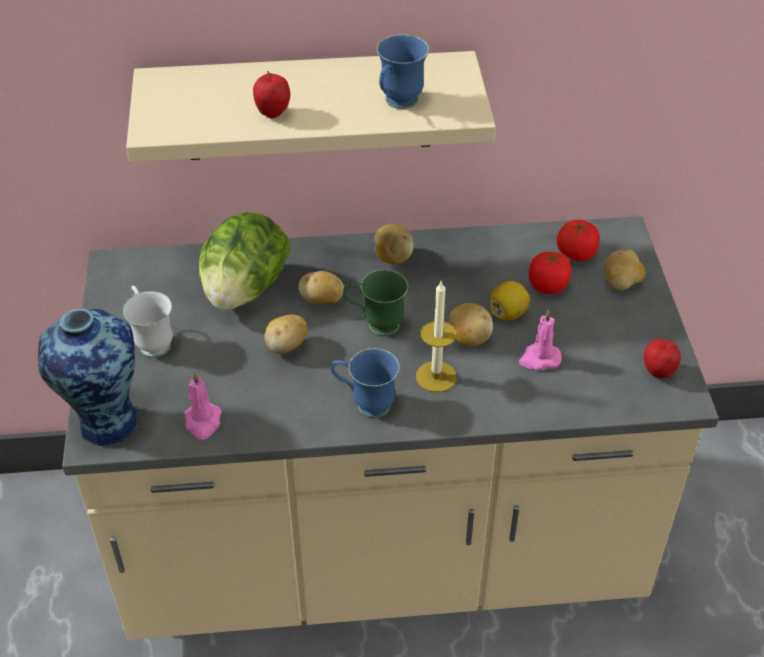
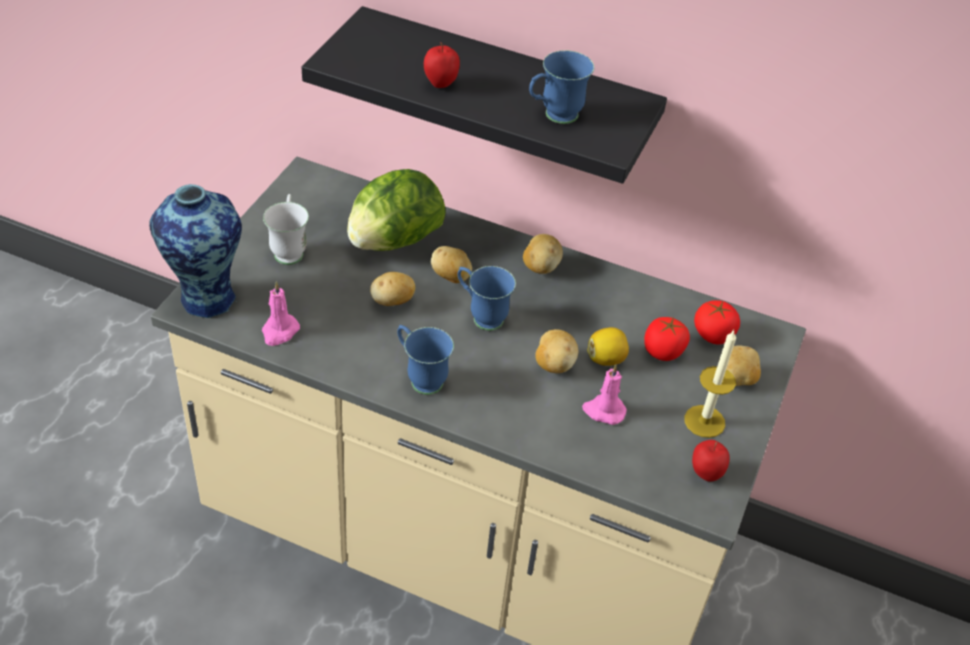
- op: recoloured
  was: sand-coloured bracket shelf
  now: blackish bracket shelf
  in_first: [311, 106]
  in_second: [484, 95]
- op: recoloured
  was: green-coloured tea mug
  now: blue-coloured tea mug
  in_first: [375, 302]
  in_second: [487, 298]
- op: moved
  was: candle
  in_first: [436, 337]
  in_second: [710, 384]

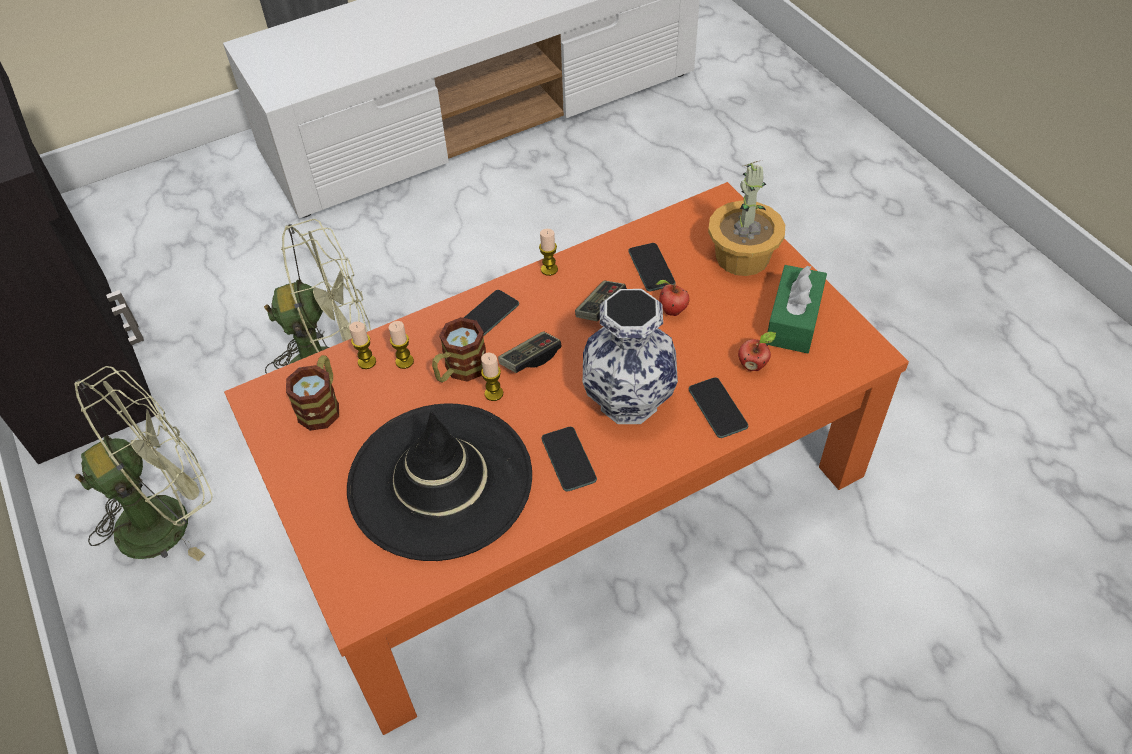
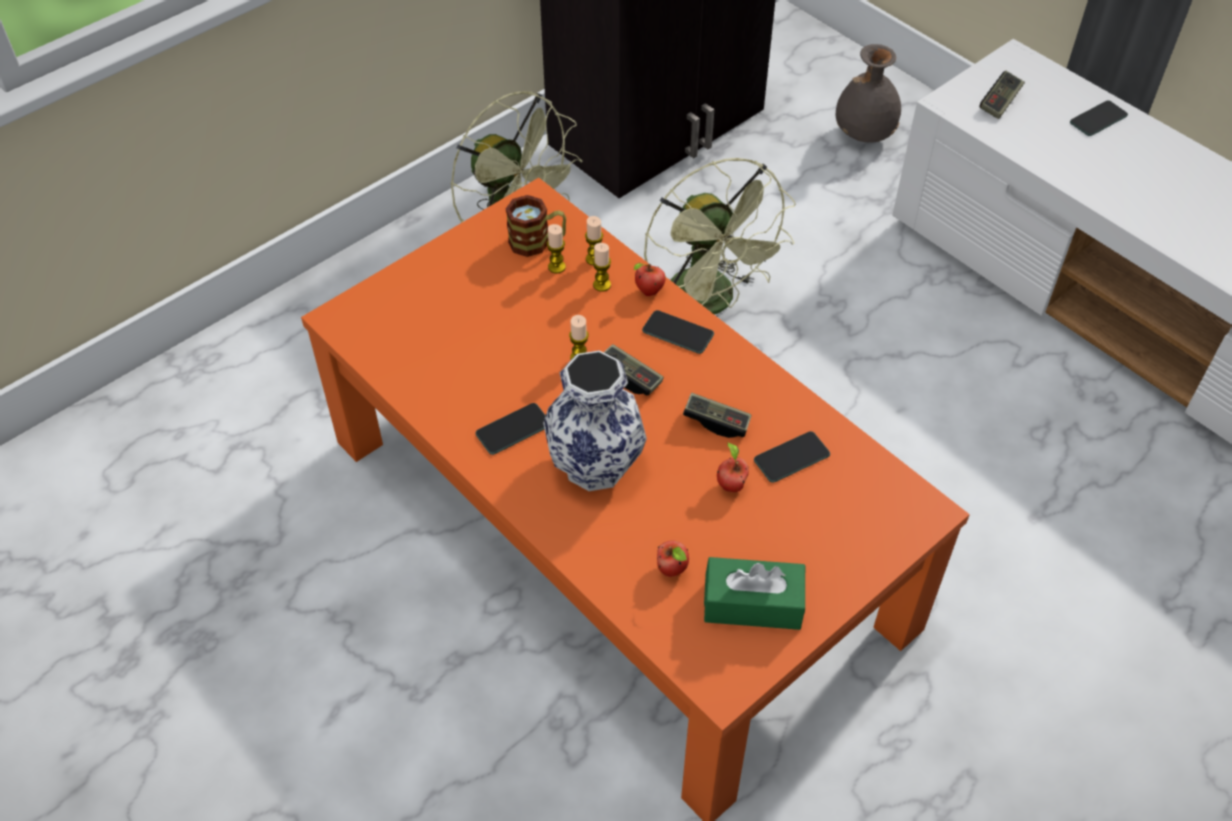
- op: removed
  was: plant in a pot
  in_first: [746, 218]
- op: moved
  was: candle
  in_first: [548, 252]
  in_second: [556, 248]
- op: removed
  was: tea mug
  in_first: [459, 350]
- op: moved
  was: telephone
  in_first: [718, 407]
  in_second: [1099, 118]
- op: removed
  was: blackish hat
  in_first: [439, 482]
- op: added
  now: gray decorative vase
  in_second: [868, 93]
- op: added
  now: game controller
  in_second: [1002, 95]
- op: added
  now: whole apple
  in_second: [650, 279]

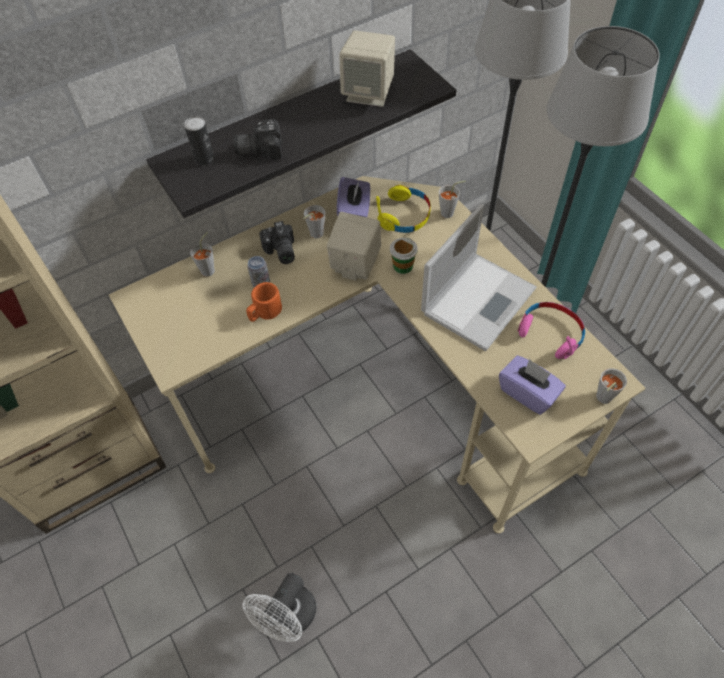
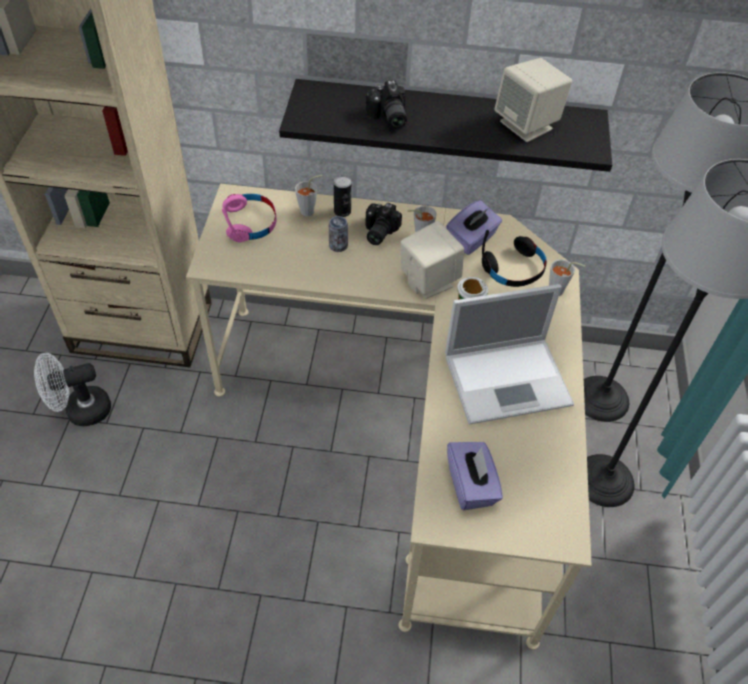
- op: moved
  was: sealed can
  in_first: [199, 141]
  in_second: [342, 196]
- op: turned
  was: photo camera
  in_first: [258, 139]
  in_second: [386, 104]
  clockwise: -135
- op: recoloured
  was: yellow pair of headphones
  now: blackish pair of headphones
  in_first: [403, 209]
  in_second: [514, 258]
- op: removed
  was: orangey tea mug
  in_first: [264, 302]
- op: moved
  was: pink-coloured pair of headphones
  in_first: [551, 330]
  in_second: [249, 218]
- op: removed
  was: gray small cup
  in_first: [611, 386]
- op: moved
  was: white-coloured fan
  in_first: [279, 607]
  in_second: [72, 389]

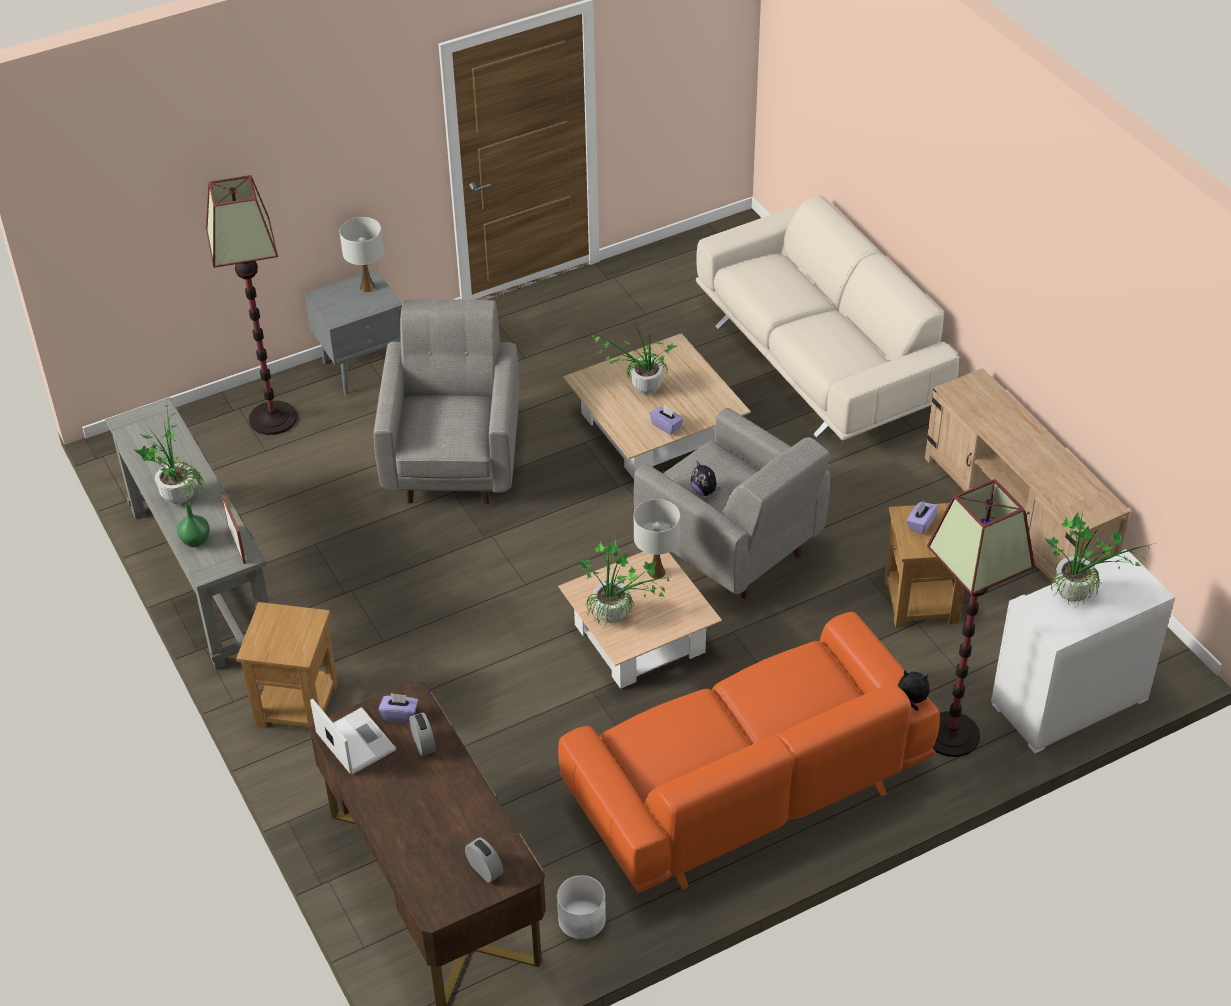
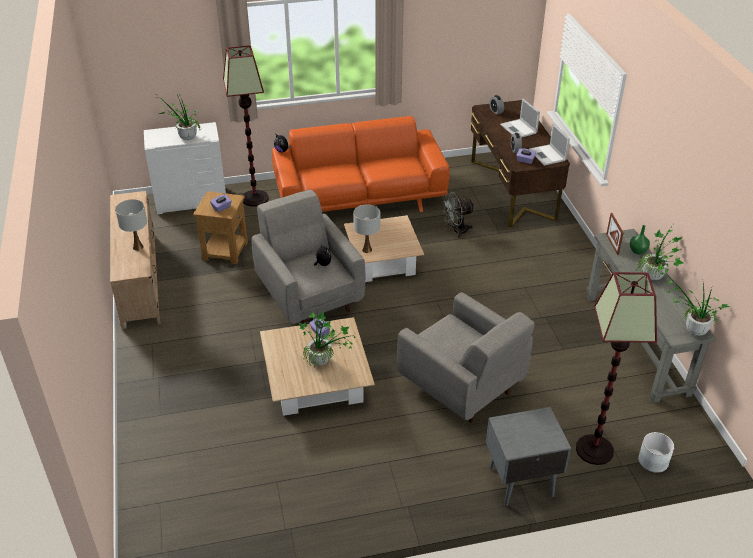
- op: removed
  was: sand-coloured settee
  in_first: [827, 318]
- op: moved
  was: white-coloured table lamp
  in_first: [361, 254]
  in_second: [131, 225]
- op: turned
  was: gray armchair
  in_first: [446, 401]
  in_second: [466, 357]
  clockwise: -60
- op: moved
  was: plant in a pot
  in_first: [623, 584]
  in_second: [698, 307]
- op: removed
  was: brown side table
  in_first: [287, 665]
- op: moved
  was: white-coloured plant pot
  in_first: [581, 907]
  in_second: [656, 452]
- op: added
  now: notebook computer
  in_second: [520, 118]
- op: added
  now: gray fan
  in_second: [458, 215]

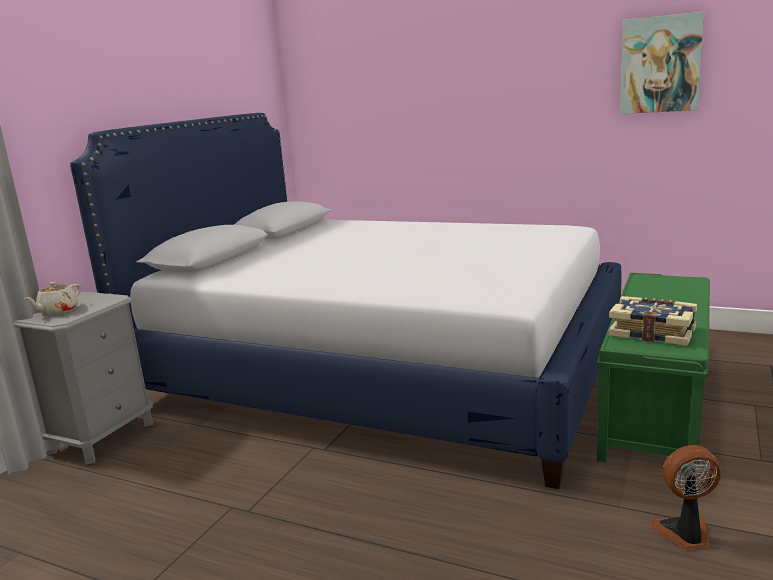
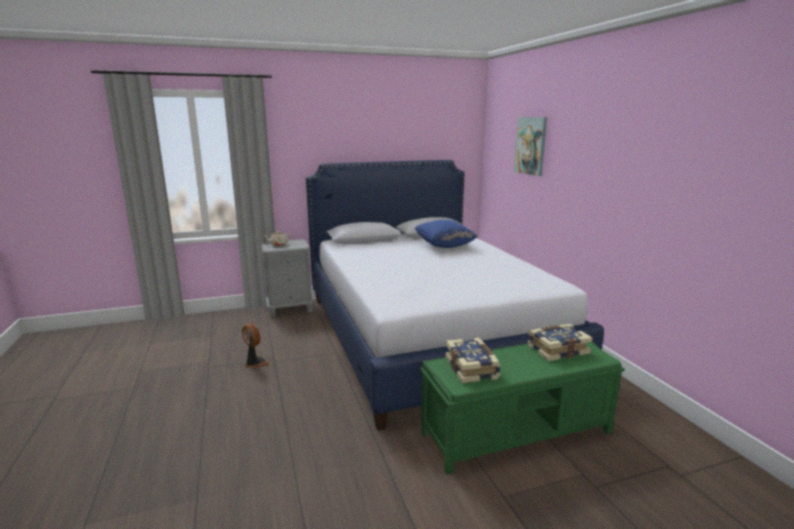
- op: moved
  was: wall art
  in_first: [662, 63]
  in_second: [530, 146]
- op: moved
  was: fan
  in_first: [685, 497]
  in_second: [256, 345]
- op: added
  now: blue-coloured cushion
  in_second: [446, 234]
- op: added
  now: volume
  in_second: [560, 342]

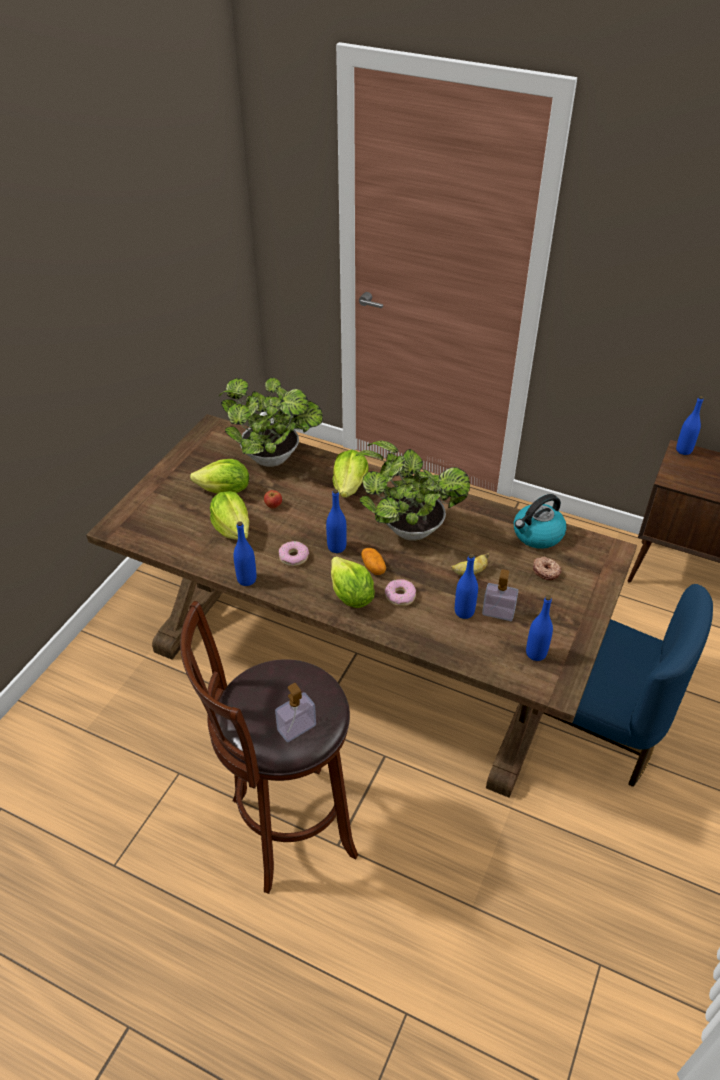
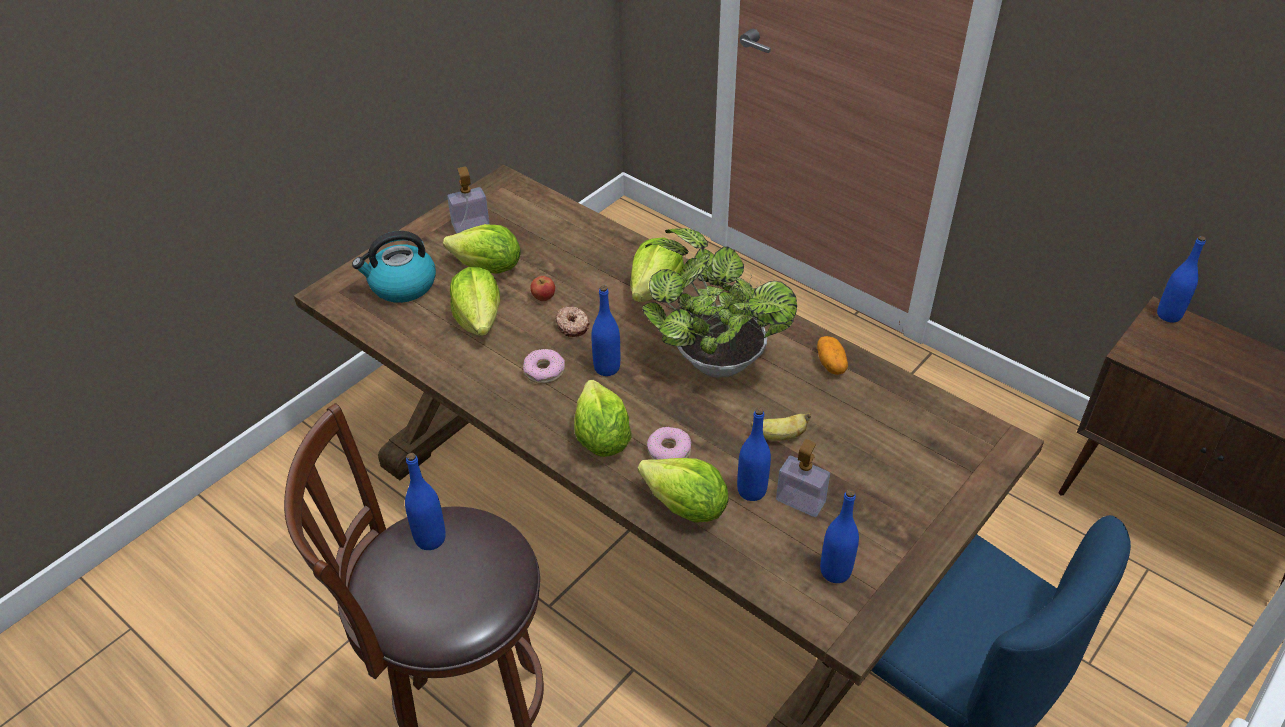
- op: removed
  was: plant in a pot
  in_first: [271, 422]
- op: moved
  was: water kettle
  in_first: [540, 521]
  in_second: [394, 267]
- op: moved
  was: blue-coloured drink bottle
  in_first: [244, 553]
  in_second: [425, 501]
- op: moved
  was: whole potato
  in_first: [373, 561]
  in_second: [832, 355]
- op: moved
  was: donut
  in_first: [547, 568]
  in_second: [573, 322]
- op: moved
  was: liquid soap bottle
  in_first: [295, 712]
  in_second: [468, 199]
- op: added
  now: lettuce
  in_second: [683, 490]

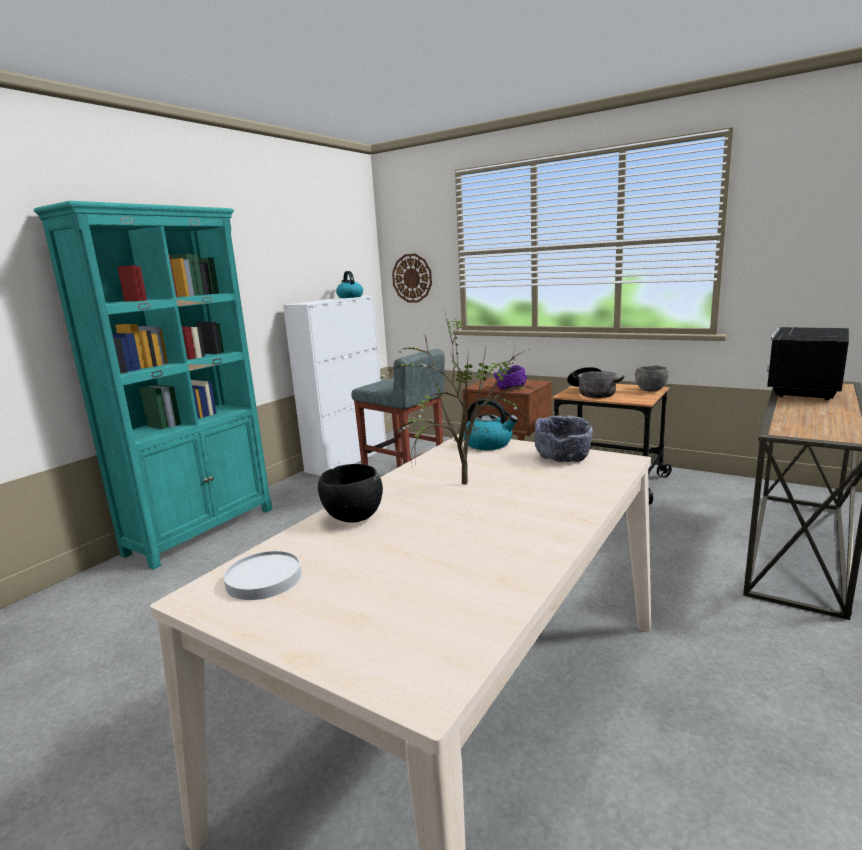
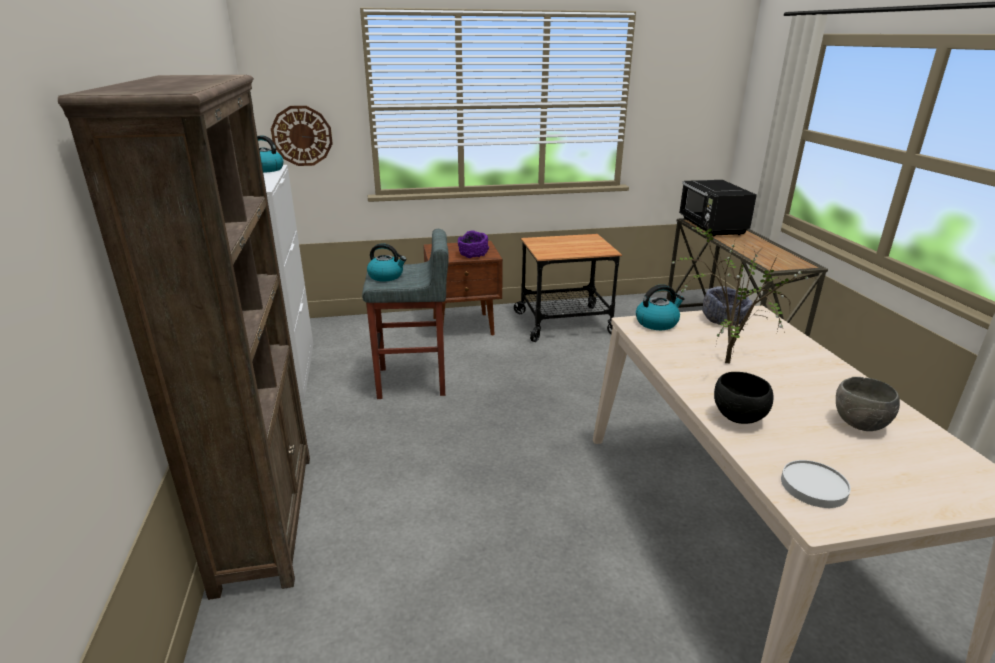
- op: recoloured
  was: blue-green shelving unit
  now: brown shelving unit
  in_first: [153, 385]
  in_second: [184, 337]
- op: moved
  was: gray deep dish
  in_first: [651, 378]
  in_second: [868, 404]
- op: removed
  was: stockpot
  in_first: [595, 382]
- op: added
  now: water kettle
  in_second: [387, 262]

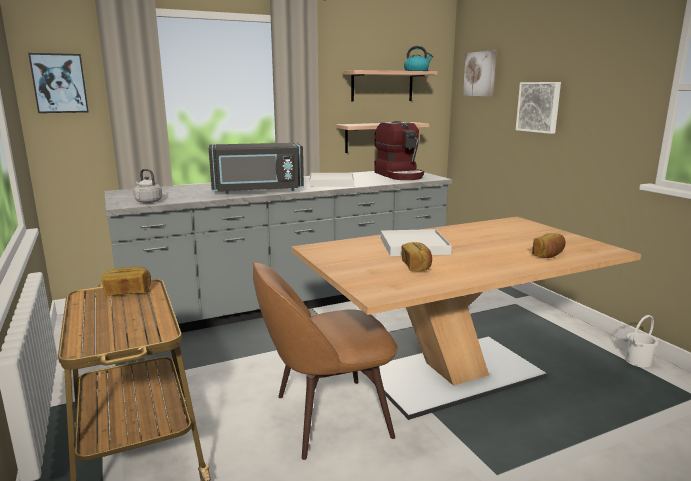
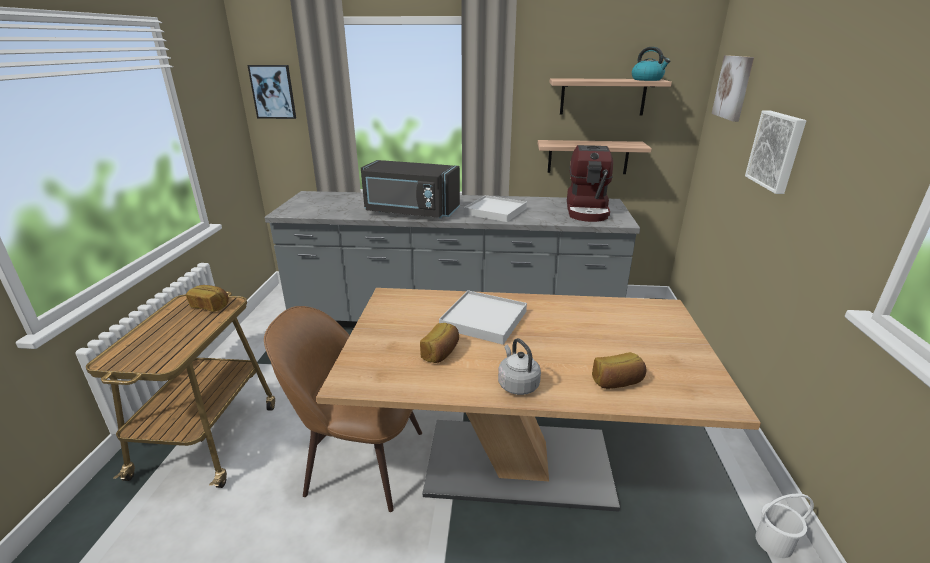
- op: moved
  was: gray water kettle
  in_first: [147, 186]
  in_second: [519, 366]

